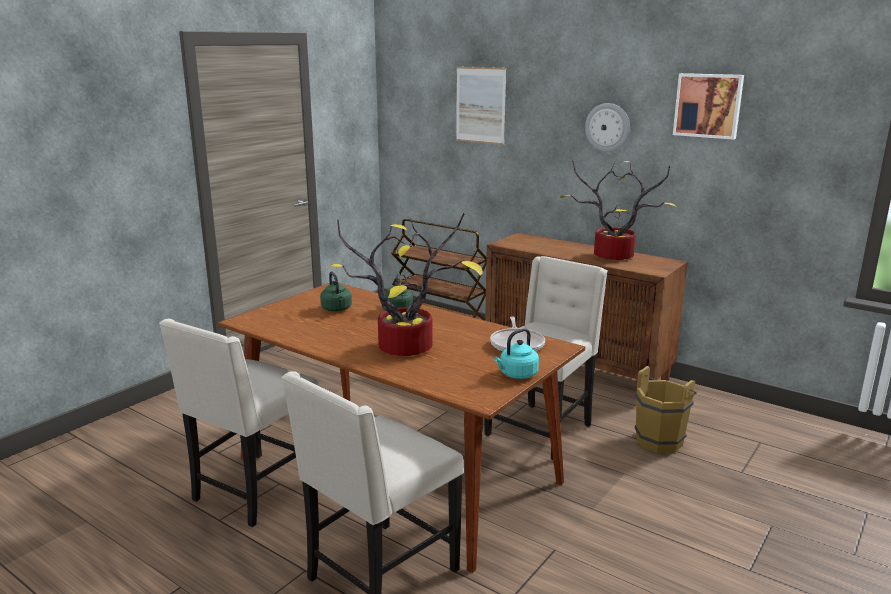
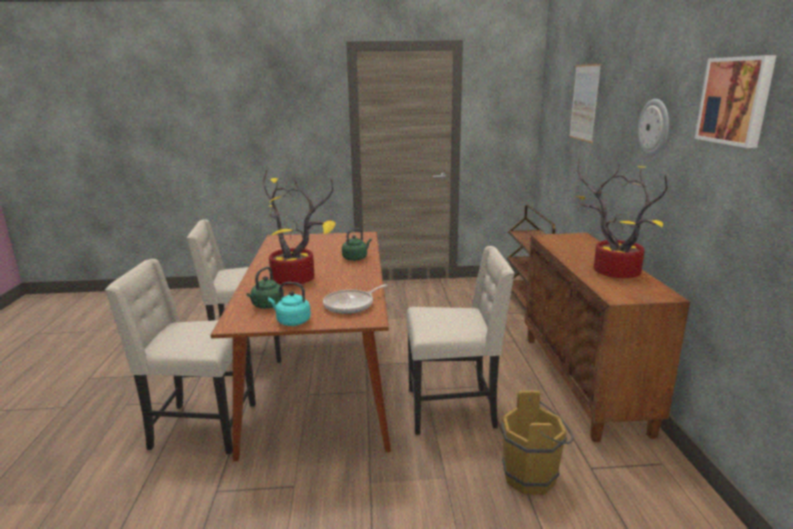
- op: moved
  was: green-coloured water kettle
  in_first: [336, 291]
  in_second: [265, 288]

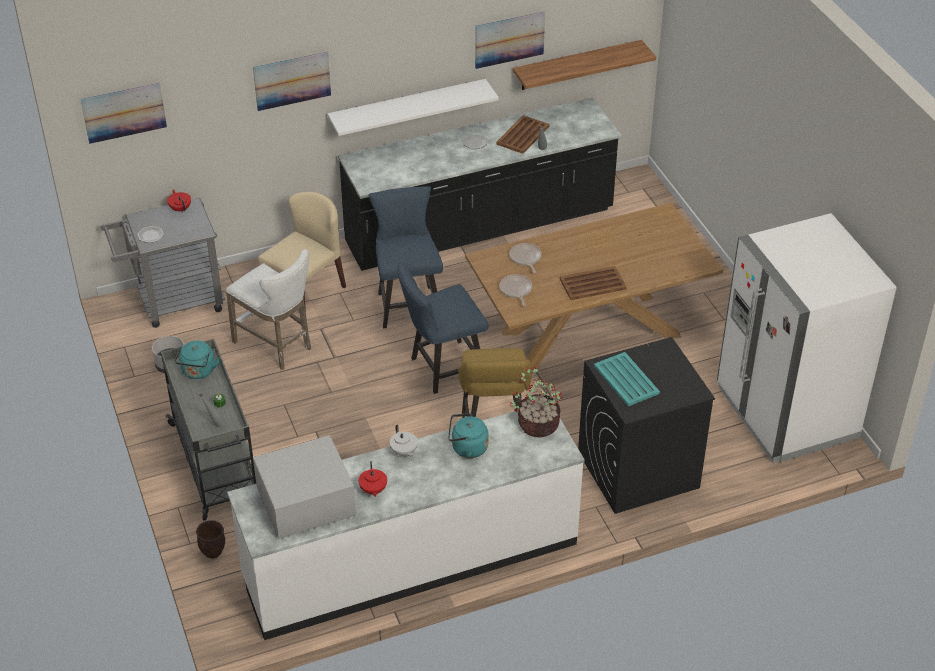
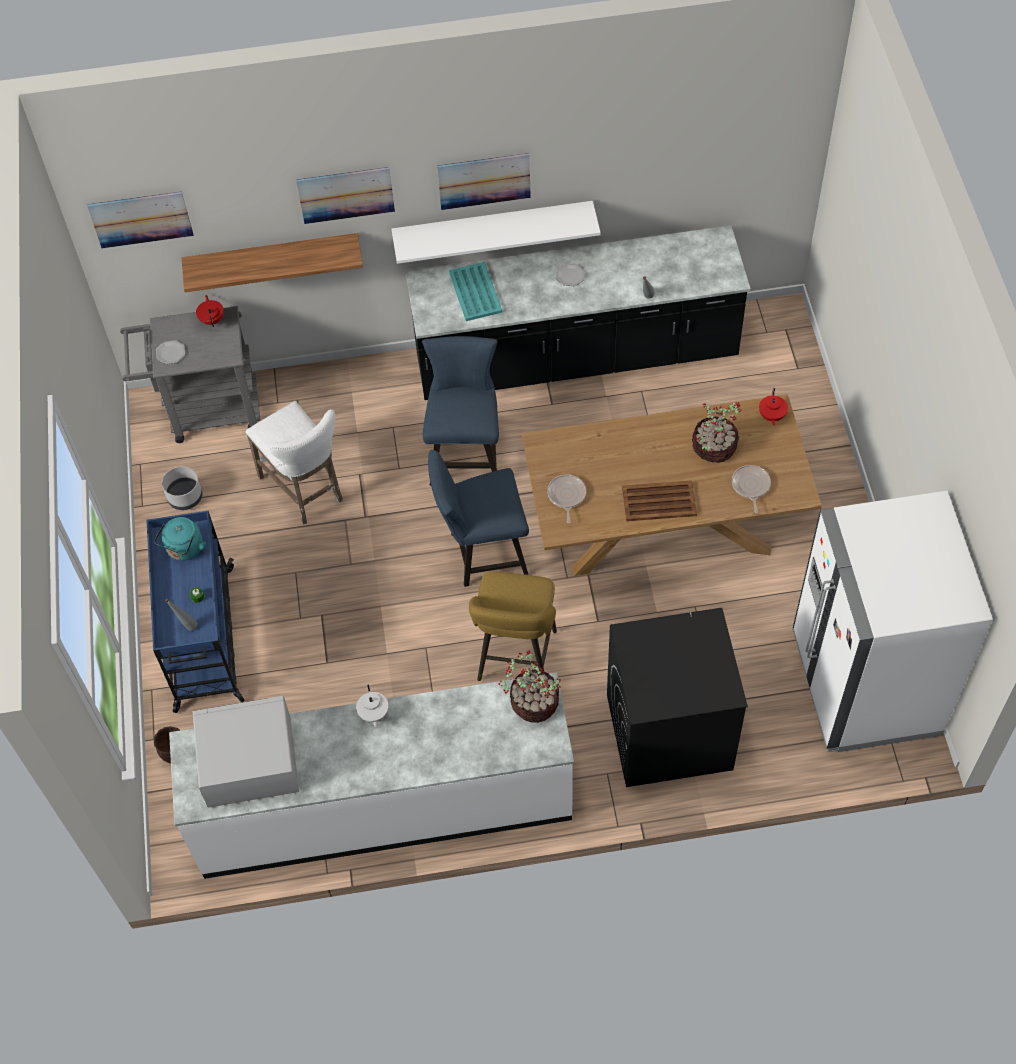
- op: moved
  was: wall art
  in_first: [510, 40]
  in_second: [484, 181]
- op: moved
  was: bracket shelf
  in_first: [584, 65]
  in_second: [272, 263]
- op: removed
  was: brown serving tray
  in_first: [523, 134]
- op: removed
  was: sand-coloured upright chair
  in_first: [302, 252]
- op: moved
  was: pan
  in_first: [526, 258]
  in_second: [751, 489]
- op: recoloured
  was: gray wheeled cart
  now: blue-coloured wheeled cart
  in_first: [208, 430]
  in_second: [195, 612]
- op: moved
  was: blue-green serving tray
  in_first: [627, 379]
  in_second: [475, 291]
- op: removed
  was: blue-green water kettle
  in_first: [468, 435]
- op: moved
  was: reddish teapot
  in_first: [373, 479]
  in_second: [773, 406]
- op: added
  now: plant in a pot
  in_second: [717, 432]

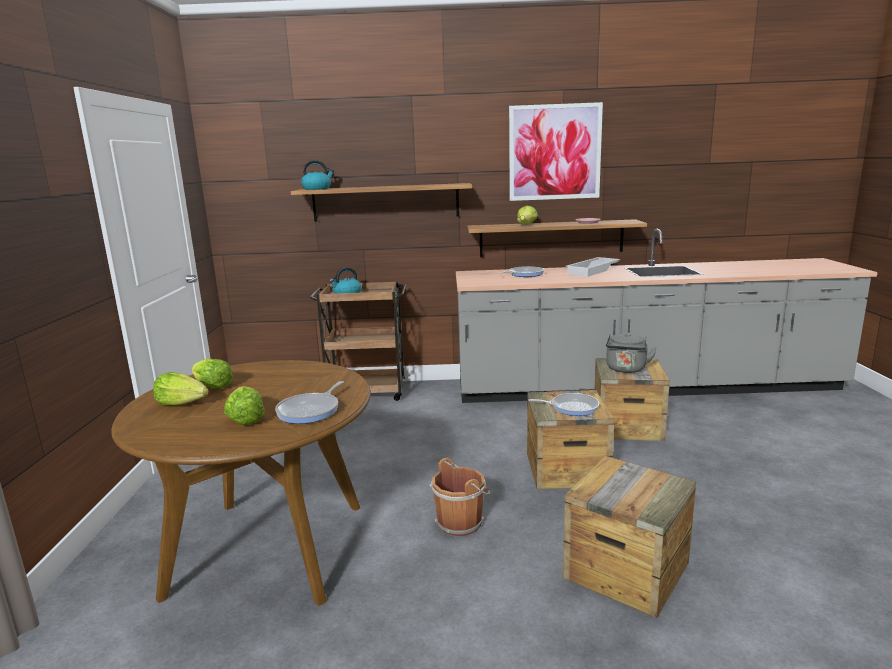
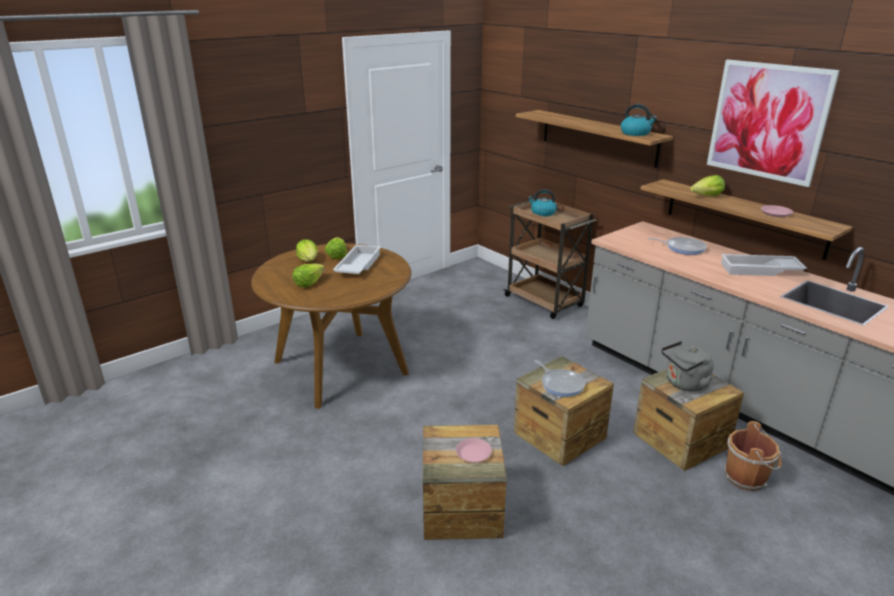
- op: moved
  was: water kettle
  in_first: [317, 175]
  in_second: [639, 120]
- op: removed
  was: pan
  in_first: [309, 402]
- op: moved
  was: brown bucket
  in_first: [459, 497]
  in_second: [753, 456]
- op: added
  now: white-coloured serving tray
  in_second: [357, 259]
- op: added
  now: pink-coloured dinner plate
  in_second: [474, 450]

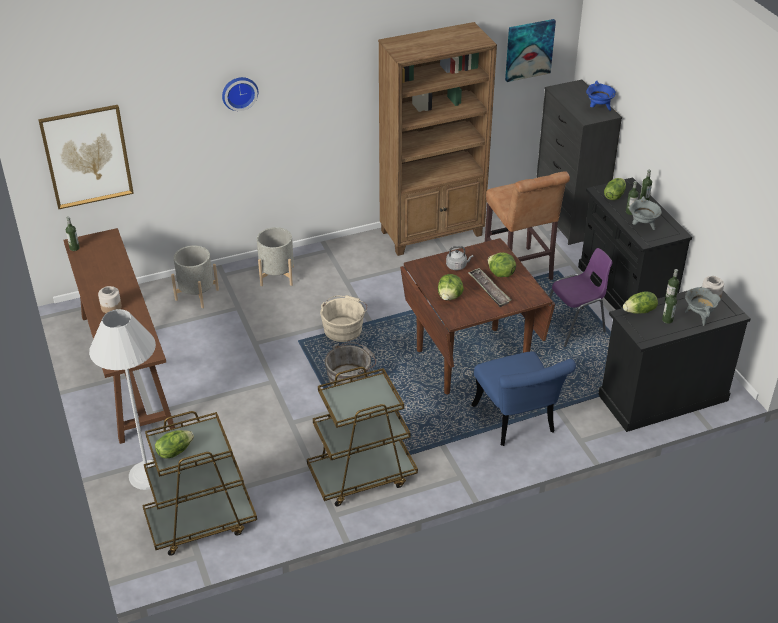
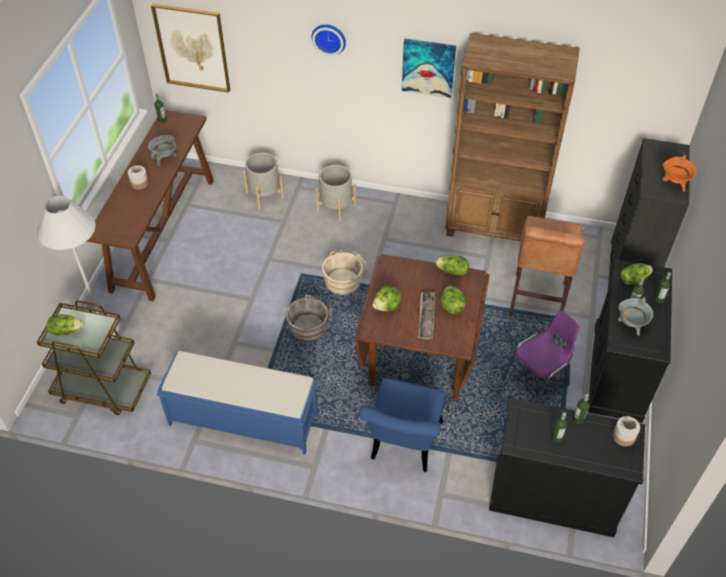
- op: moved
  was: wall art
  in_first: [530, 50]
  in_second: [429, 68]
- op: recoloured
  was: blue-coloured stockpot
  now: orangey stockpot
  in_first: [601, 96]
  in_second: [680, 173]
- op: removed
  was: gray water kettle
  in_first: [459, 258]
- op: turned
  was: purplish upright chair
  in_first: [580, 297]
  in_second: [541, 357]
  clockwise: -45
- op: moved
  was: gray stockpot
  in_first: [703, 306]
  in_second: [162, 151]
- op: moved
  was: lettuce
  in_first: [640, 302]
  in_second: [452, 265]
- op: replaced
  was: brown wheeled cart
  now: blue-coloured indoor bench
  in_first: [362, 436]
  in_second: [237, 403]

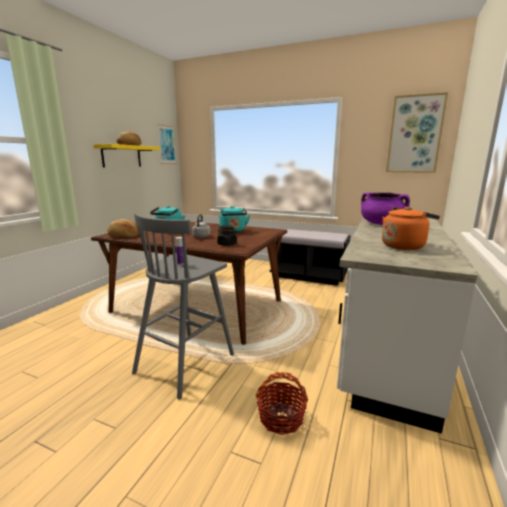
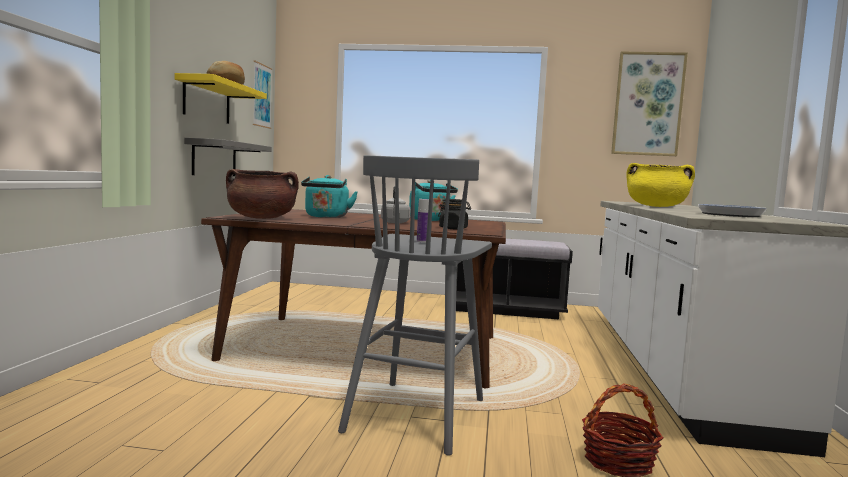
- op: recoloured
  was: purplish stockpot
  now: yellow stockpot
  in_first: [385, 208]
  in_second: [661, 185]
- op: replaced
  was: orangey water kettle
  now: pan
  in_first: [411, 228]
  in_second: [732, 210]
- op: replaced
  was: baked bread
  now: brown stockpot
  in_first: [123, 228]
  in_second: [262, 194]
- op: added
  now: gray bracket shelf
  in_second: [228, 157]

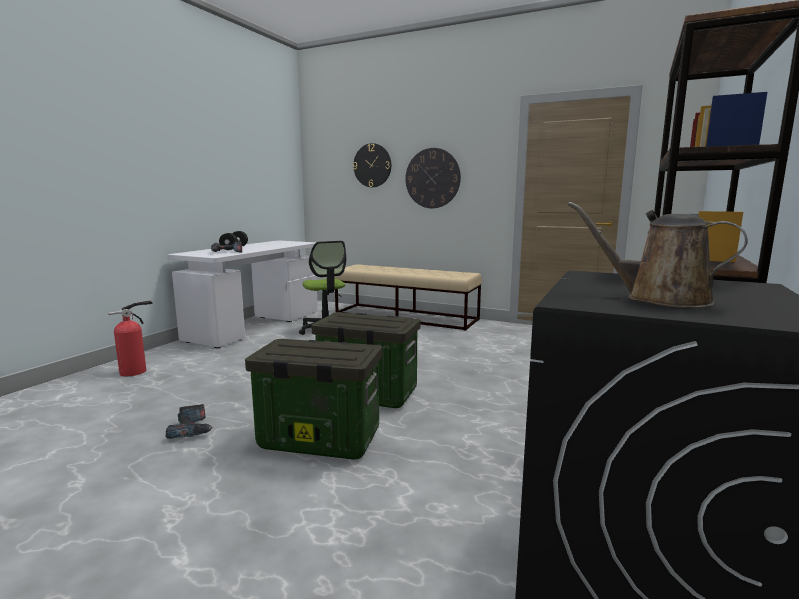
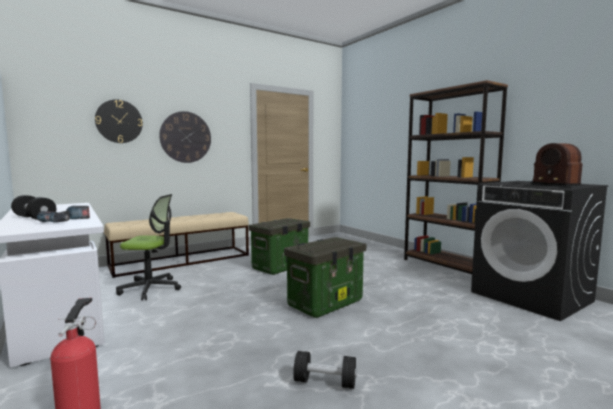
- op: replaced
  was: brown watering can
  now: radio
  in_first: [658, 255]
  in_second: [556, 164]
- op: moved
  was: storage box
  in_first: [313, 399]
  in_second: [279, 246]
- op: replaced
  was: electric drill
  now: blackish free weight
  in_first: [189, 421]
  in_second: [325, 370]

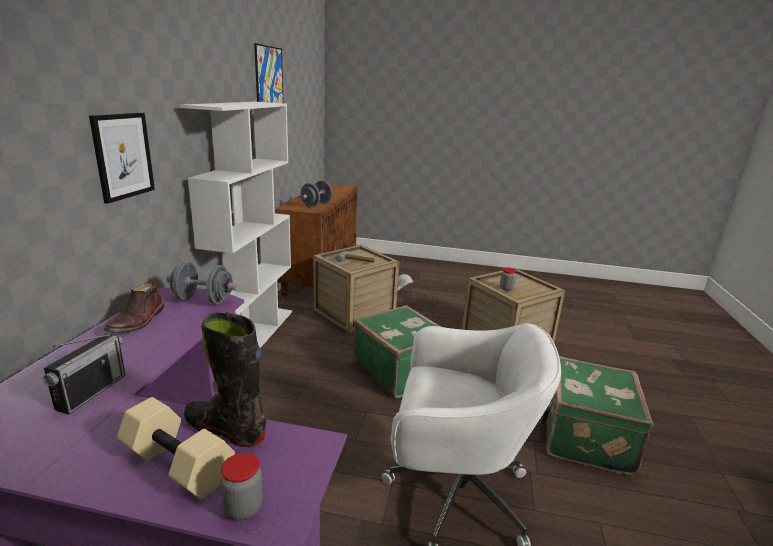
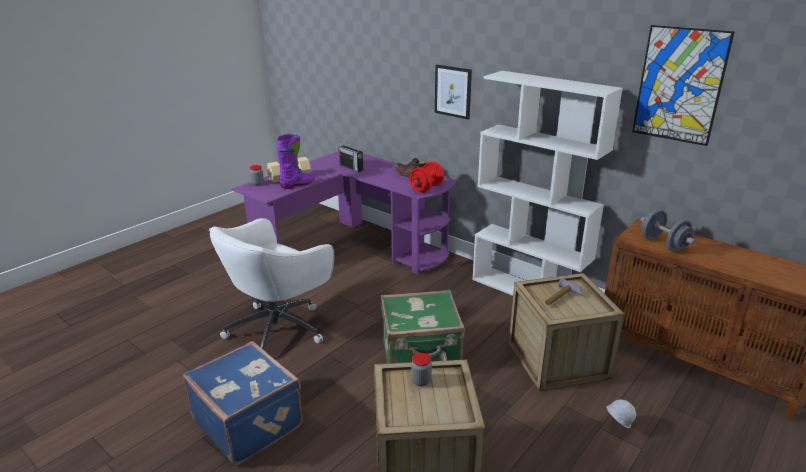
- op: recoloured
  was: gray free weight
  now: reddish free weight
  in_first: [202, 283]
  in_second: [427, 177]
- op: recoloured
  was: blackish tall boot
  now: purplish tall boot
  in_first: [225, 379]
  in_second: [296, 161]
- op: recoloured
  was: green-coloured travel case
  now: blue-coloured travel case
  in_first: [596, 416]
  in_second: [243, 403]

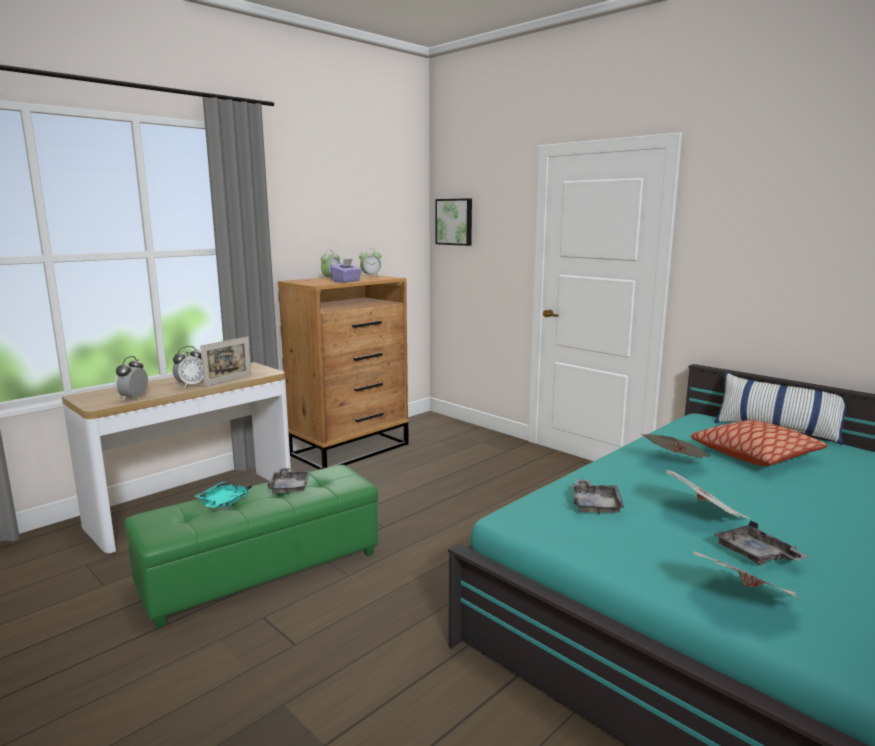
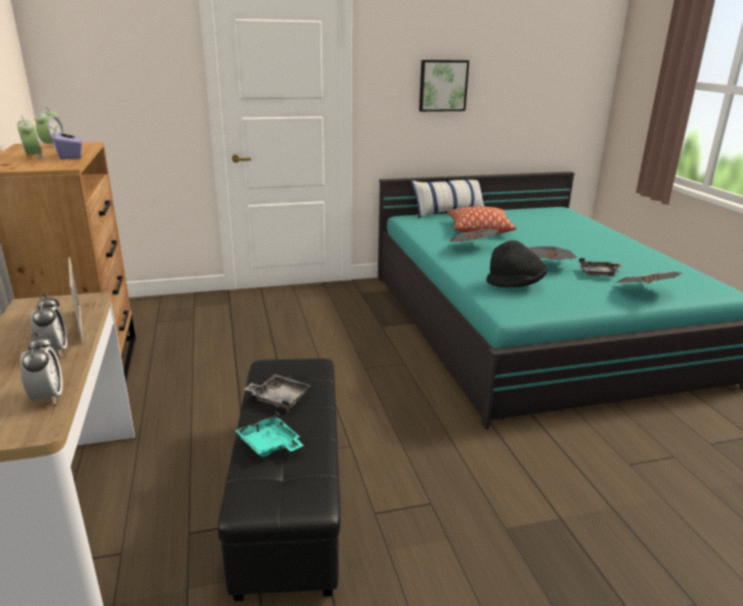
- op: moved
  was: wall art
  in_first: [453, 222]
  in_second: [444, 86]
- op: turned
  was: bedside clock
  in_first: [132, 378]
  in_second: [41, 368]
  clockwise: -150
- op: recoloured
  was: green-coloured pouffe
  now: blackish pouffe
  in_first: [251, 546]
  in_second: [279, 479]
- op: replaced
  was: gray serving tray
  now: blackish hat
  in_first: [598, 497]
  in_second: [516, 264]

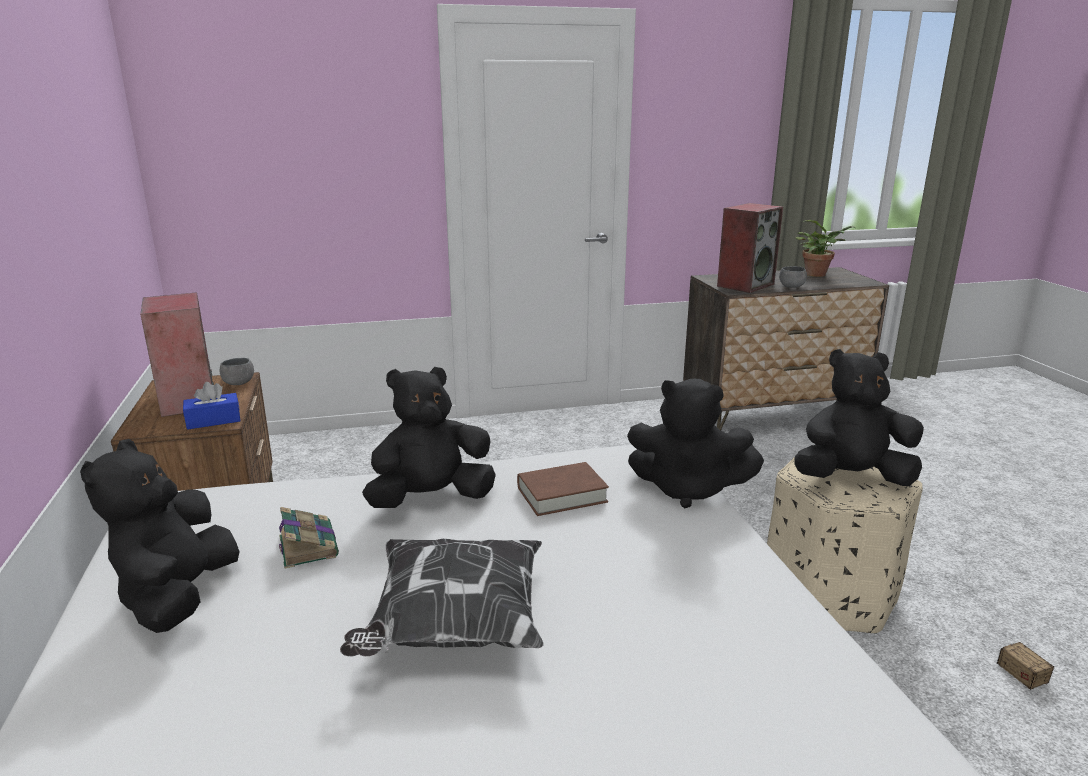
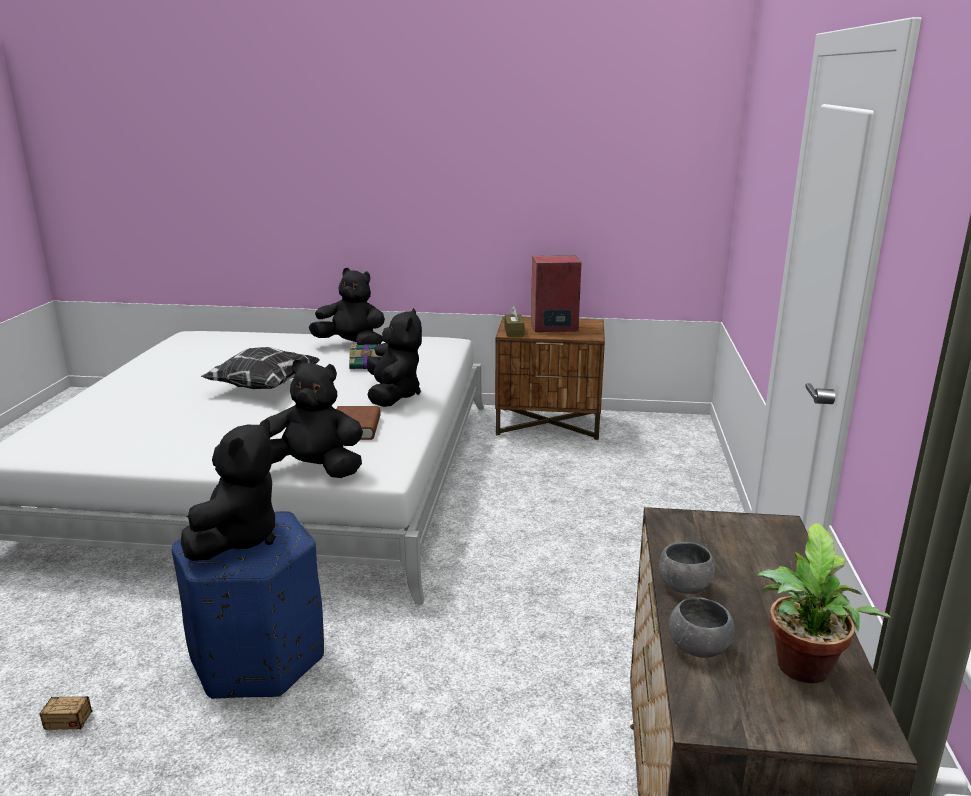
- op: removed
  was: speaker
  in_first: [750, 248]
- op: moved
  was: gray deep dish
  in_first: [237, 371]
  in_second: [702, 628]
- op: turned
  was: blackish plush toy
  in_first: [695, 443]
  in_second: [311, 418]
  clockwise: 60
- op: recoloured
  was: blue-coloured tissue box
  now: brown tissue box
  in_first: [212, 406]
  in_second: [515, 321]
- op: recoloured
  was: sand-coloured pouffe
  now: blue-coloured pouffe
  in_first: [845, 546]
  in_second: [248, 605]

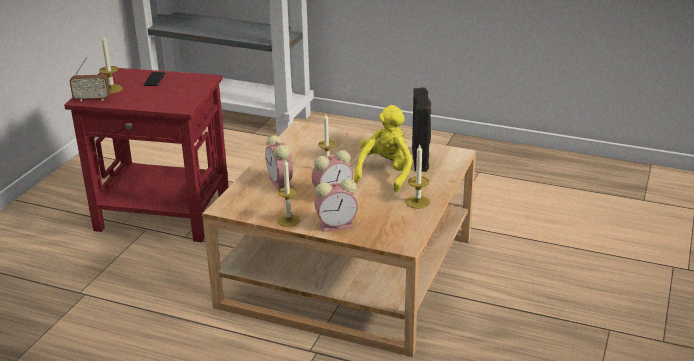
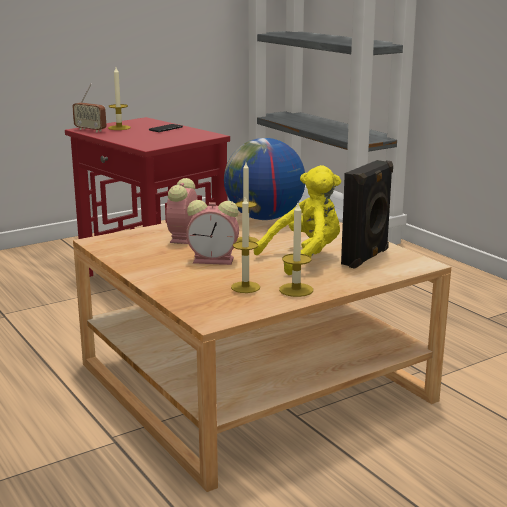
- op: moved
  was: candle
  in_first: [289, 193]
  in_second: [245, 244]
- op: removed
  was: bedside clock
  in_first: [336, 205]
- op: added
  now: desk globe
  in_second: [264, 179]

